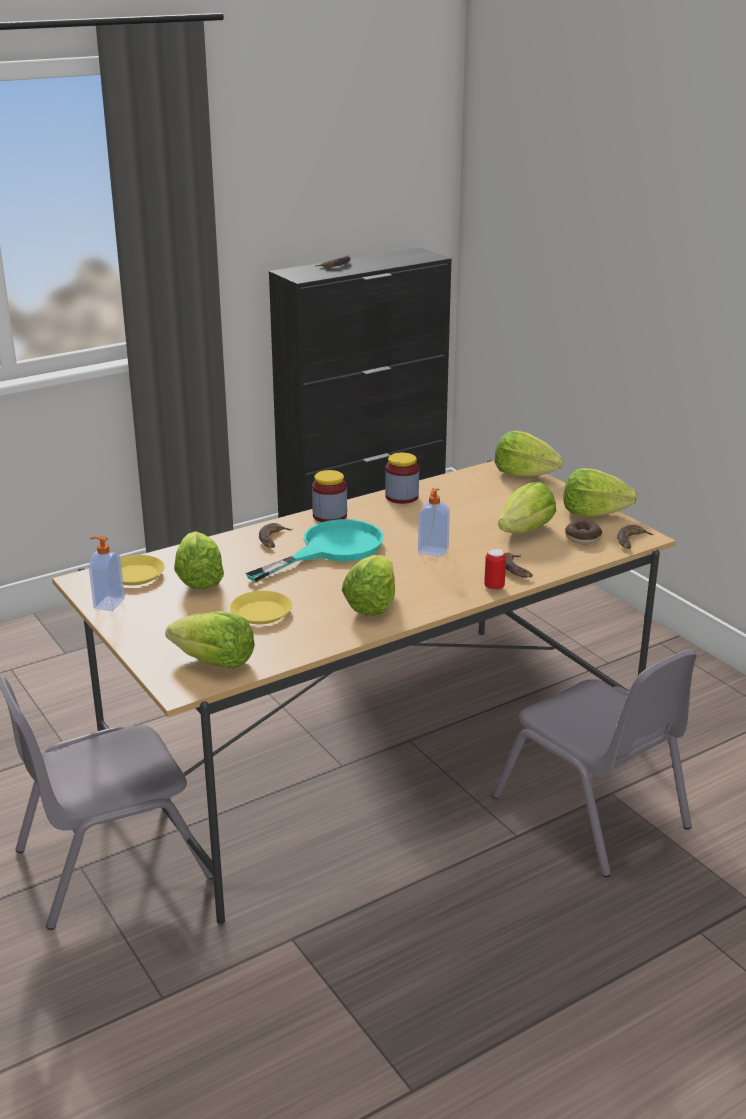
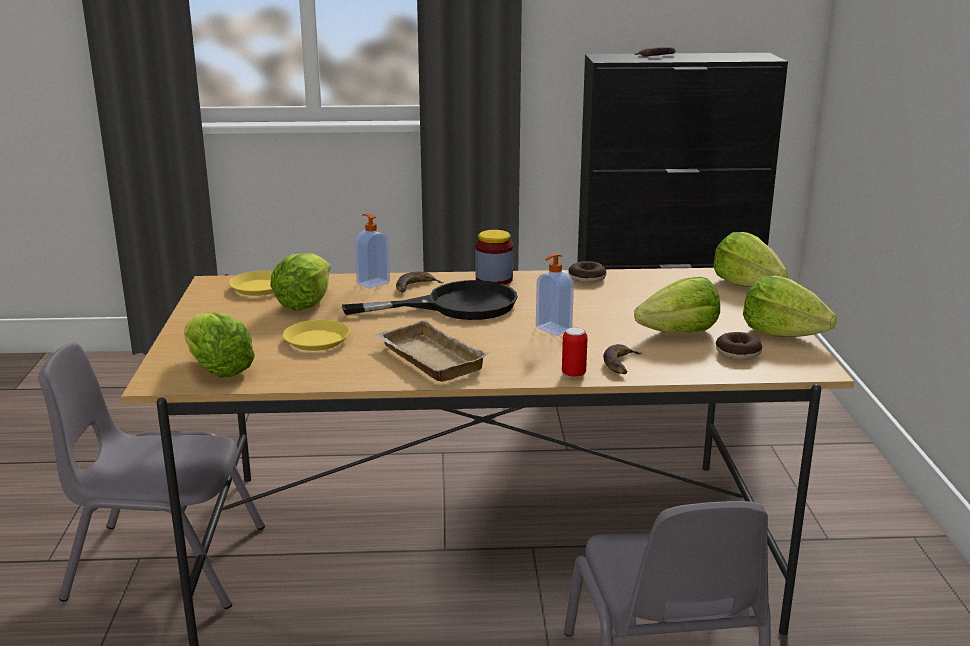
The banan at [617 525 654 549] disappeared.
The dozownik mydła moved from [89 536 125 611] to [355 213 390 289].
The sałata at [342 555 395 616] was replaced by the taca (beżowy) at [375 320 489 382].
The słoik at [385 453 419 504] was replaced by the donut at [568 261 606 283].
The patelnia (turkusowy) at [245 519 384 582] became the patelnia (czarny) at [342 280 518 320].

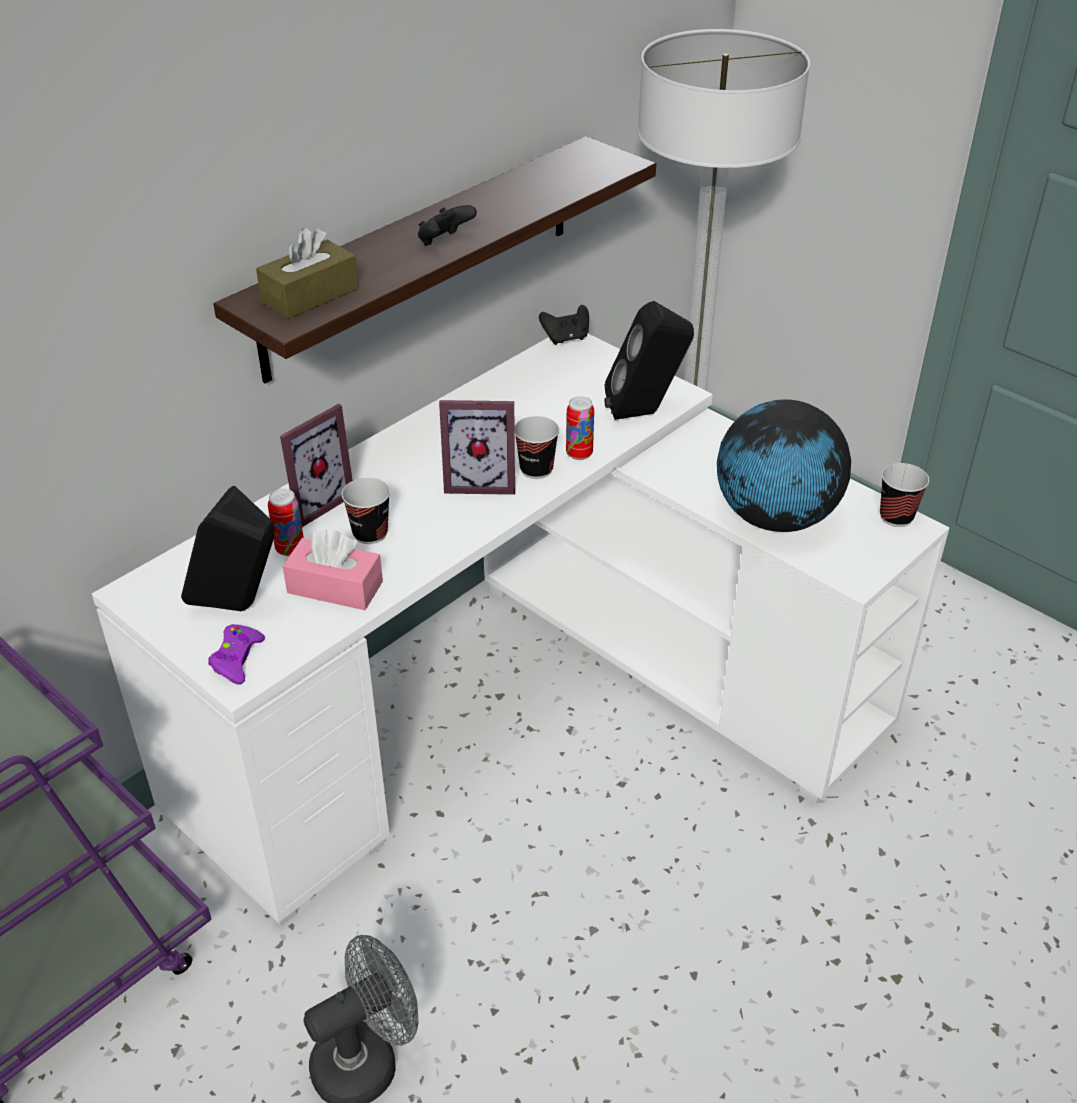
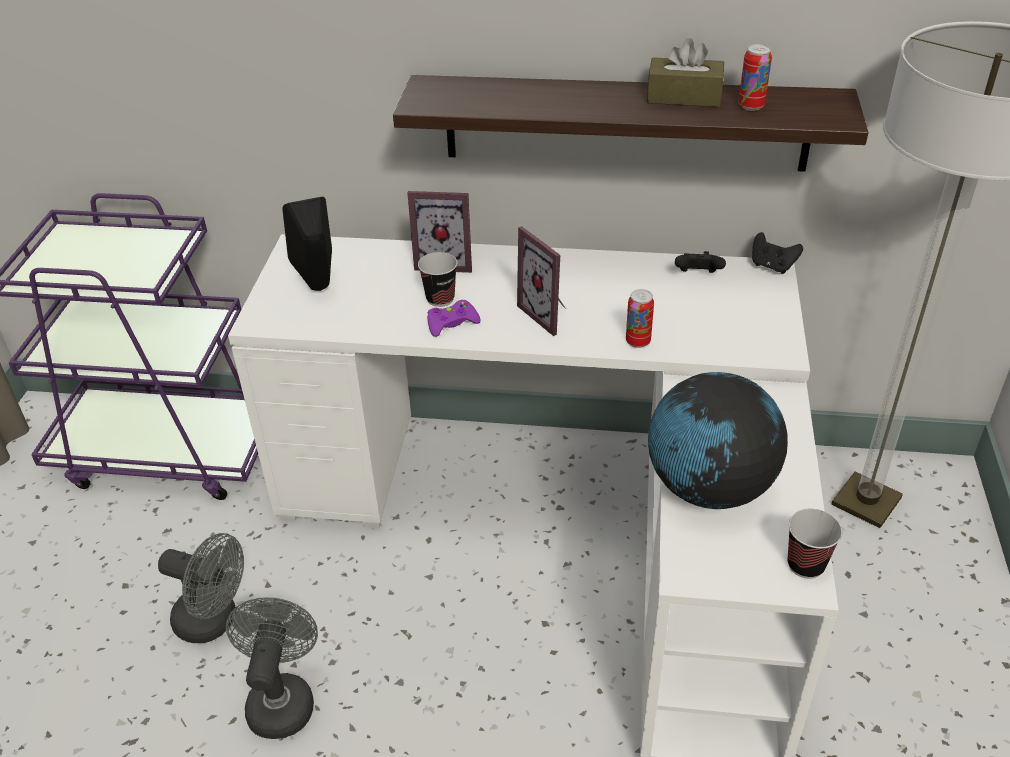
The pudełko chusteczek (różowy) at [283 529 383 610] disappeared.
The filiżanka at [515 416 559 479] disappeared.
The głośnik (czarny) at [605 301 694 420] disappeared.
The wentylator (szary) at [226 597 318 739] appeared.
The pad do gier (fioletowy) moved from [208 624 265 684] to [428 300 481 337].
The pudełko chusteczek (brązowy) moved from [256 228 358 319] to [647 38 724 107].
The puszka moved from [268 488 304 556] to [739 44 772 111].
The pad do gier (czarny) moved from [418 205 477 246] to [675 251 726 273].

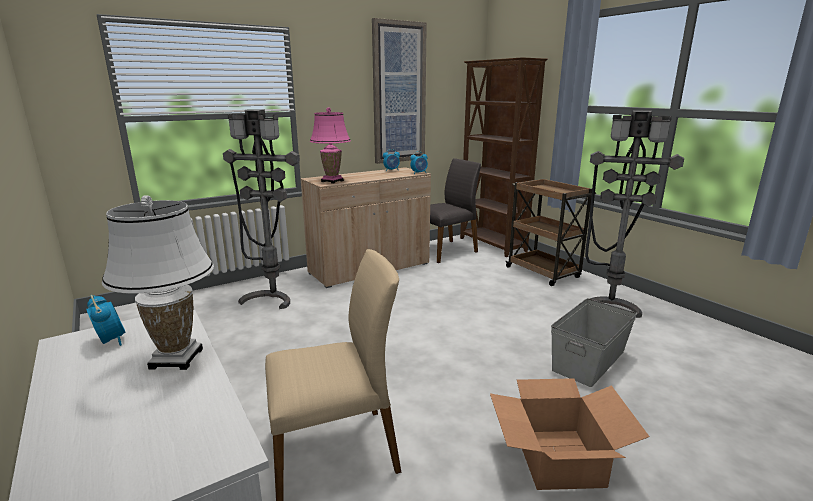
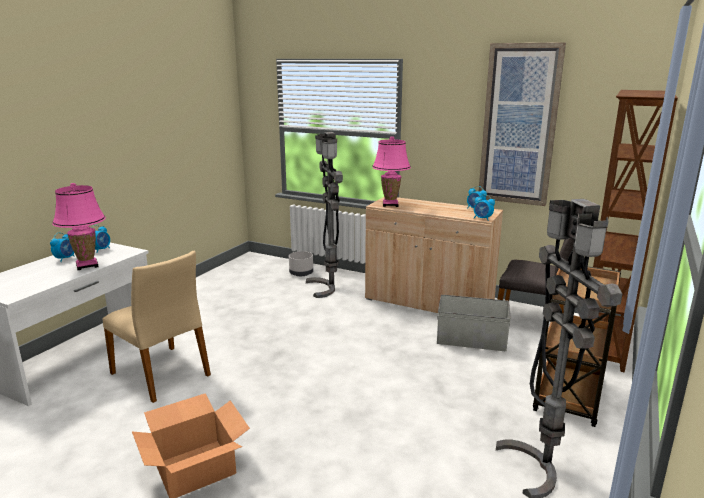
The budzik at [50 233 75 262] appeared.
The donica (szary) at [289 251 313 276] appeared.
The pojemnik do przechowywania (szary) moved from [551 298 637 387] to [437 295 511 351].
The lampa stołowa (biały) at [102 196 214 370] became the lampa stołowa (różowy) at [52 183 106 270].

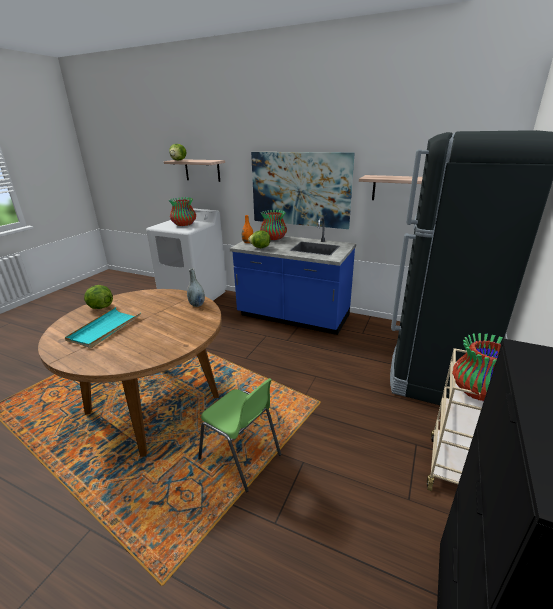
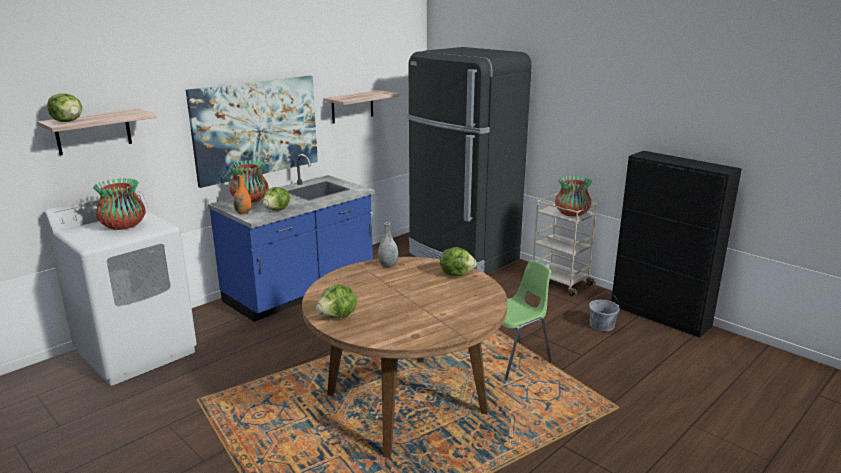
The taca (turkusowy) at [65 307 141 348] disappeared.
The sałata at [440 247 477 276] appeared.
The wiadro (szary) at [589 292 620 331] appeared.

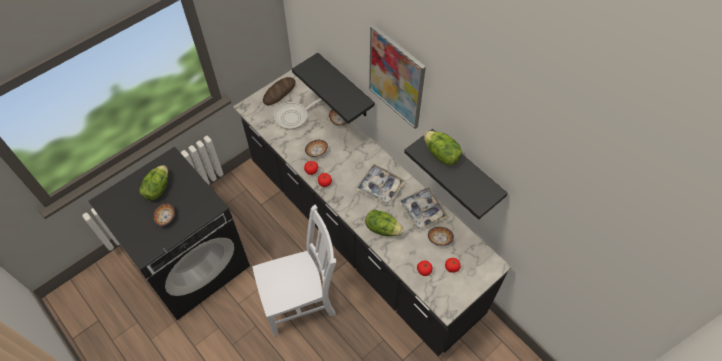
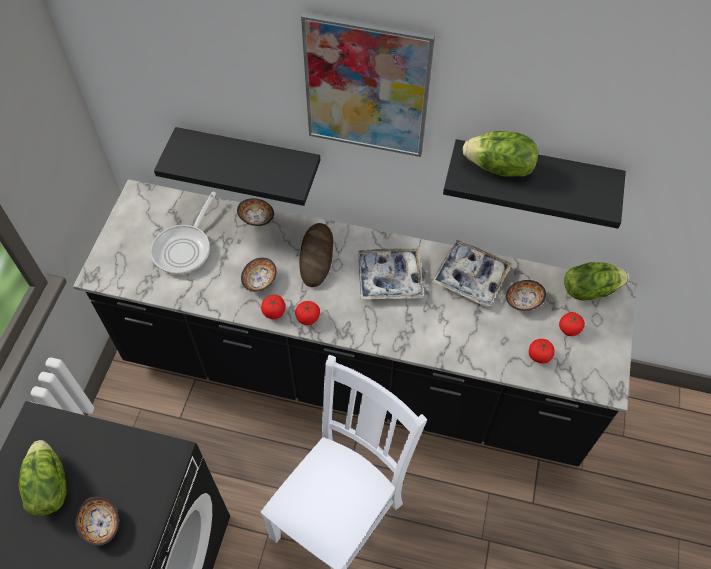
The chleb moved from [263 77 296 105] to [299 223 333 287].
The sałata moved from [365 210 404 236] to [564 262 629 301].

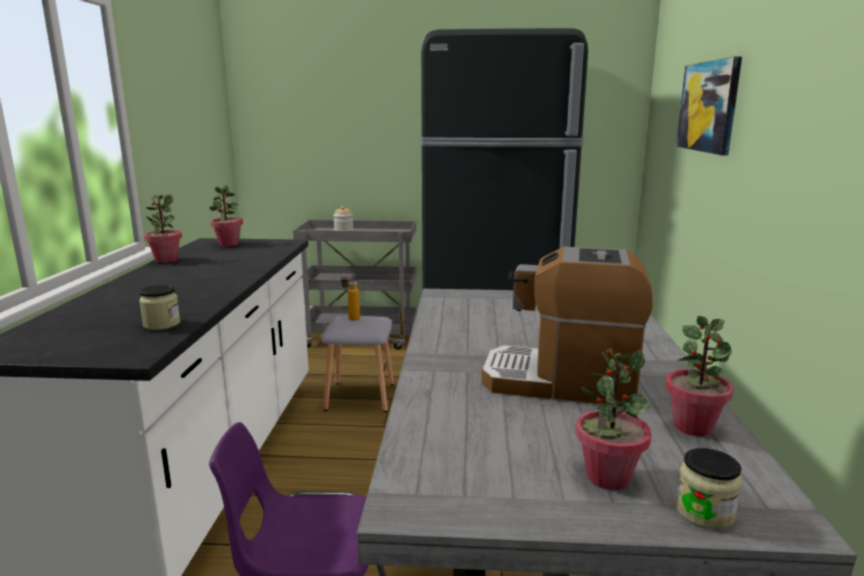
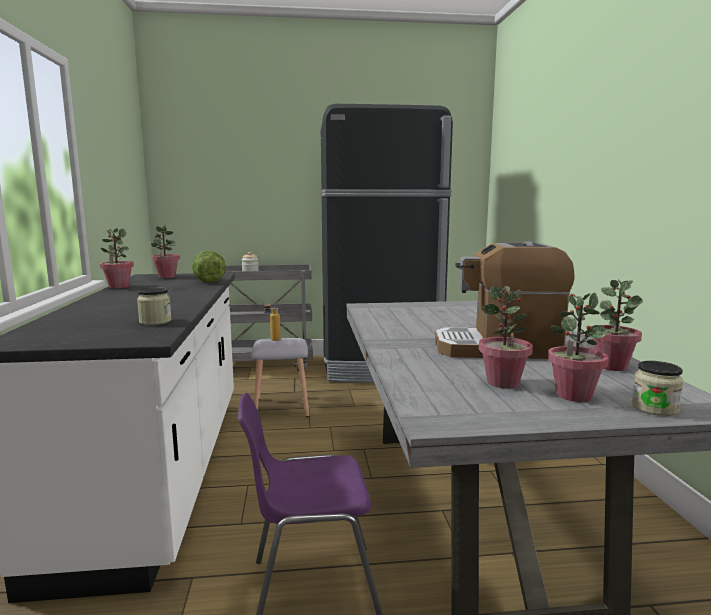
The obraz at [676 57 742 156] disappeared.
The sałata at [192 251 226 282] appeared.
The roślina doniczkowa at [479 286 533 388] appeared.

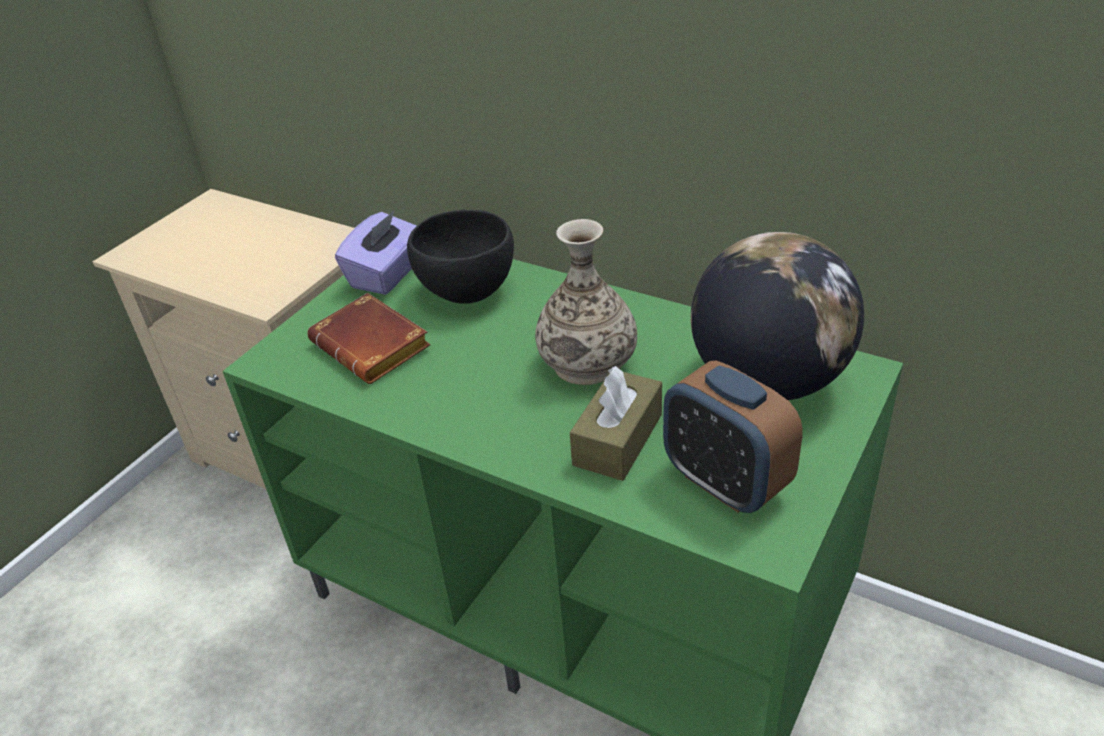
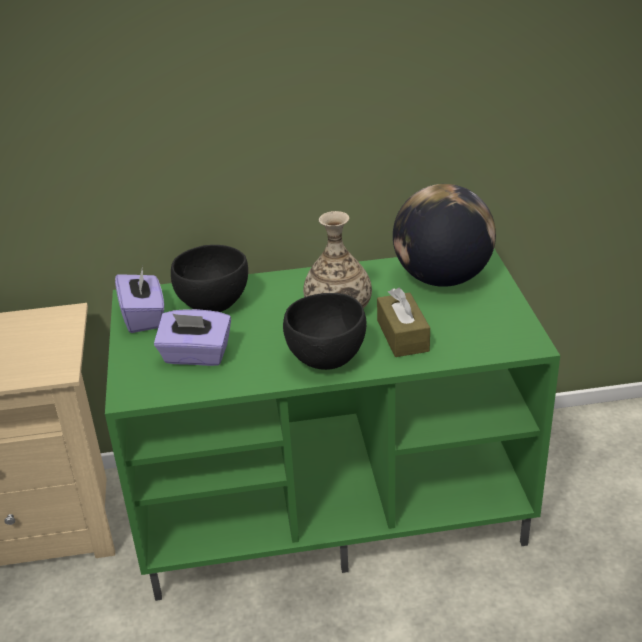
The budzik at [663 360 803 513] disappeared.
The miska (czarny) at [283 293 366 370] appeared.
The książka (brązowy) at [307 293 430 384] was replaced by the pudełko chusteczek (fioletowy) at [154 309 231 366].

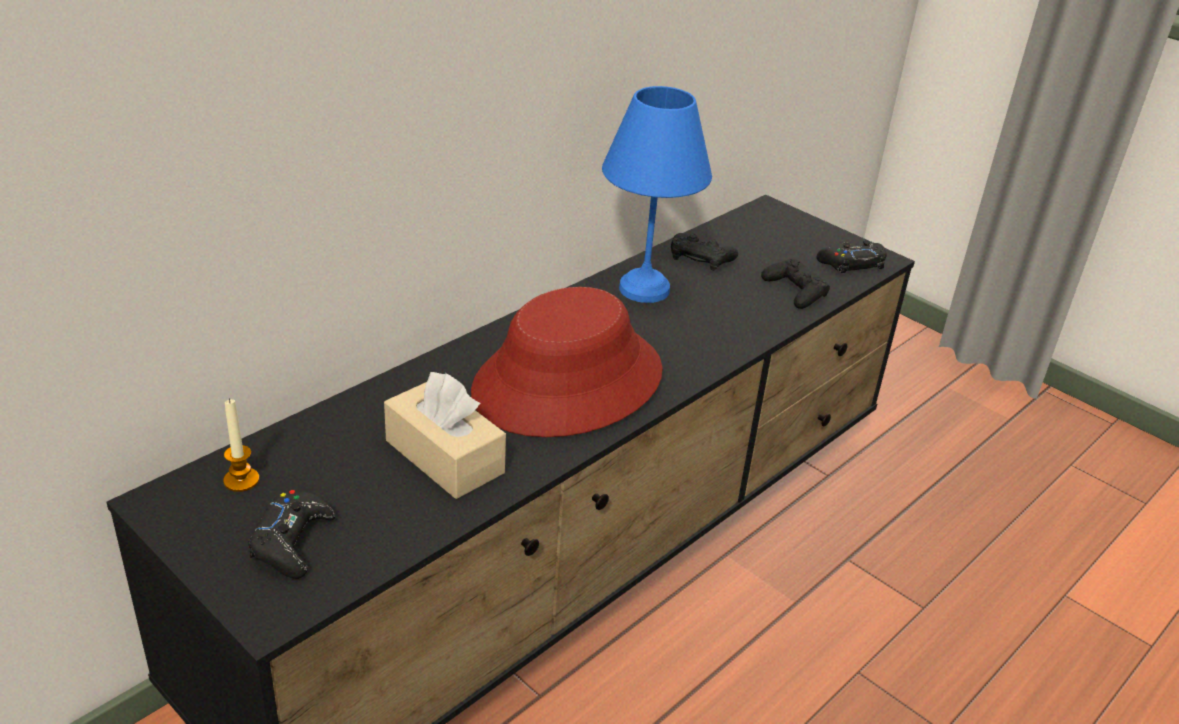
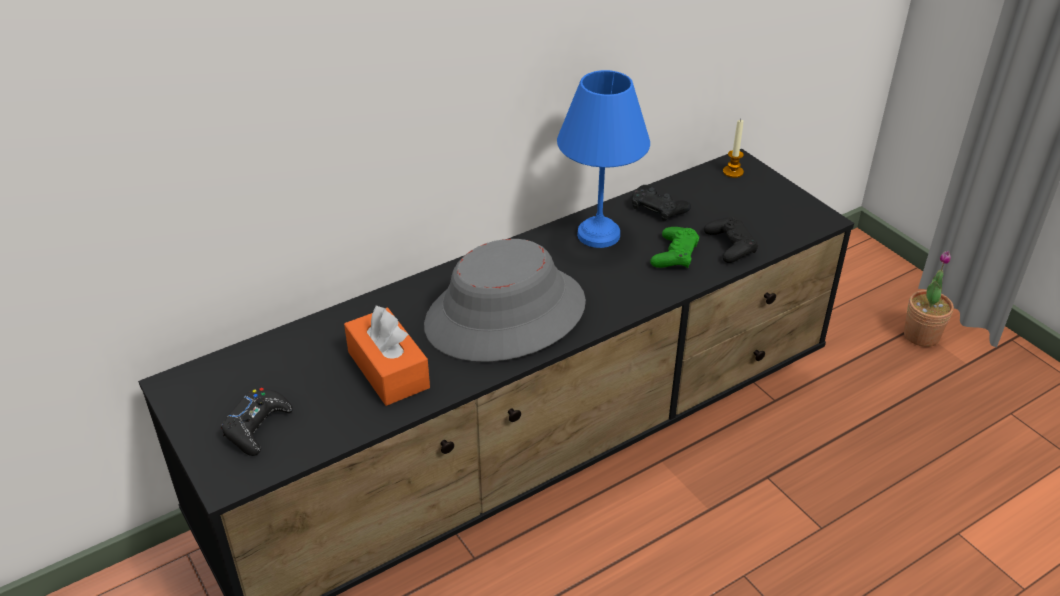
The pad do gier (czarny) at [816 240 887 273] disappeared.
The pad do gier (zielony) at [650 227 699 268] appeared.
The roślina doniczkowa at [904 251 954 347] appeared.
The świeca moved from [223 398 259 492] to [723 119 744 178].
The pudełko chusteczek (beżowy) at [384 372 506 499] became the pudełko chusteczek (pomarańczowy) at [344 305 430 406].
The kapelusz (czerwony) at [471 287 663 437] became the kapelusz (szary) at [424 239 586 362].

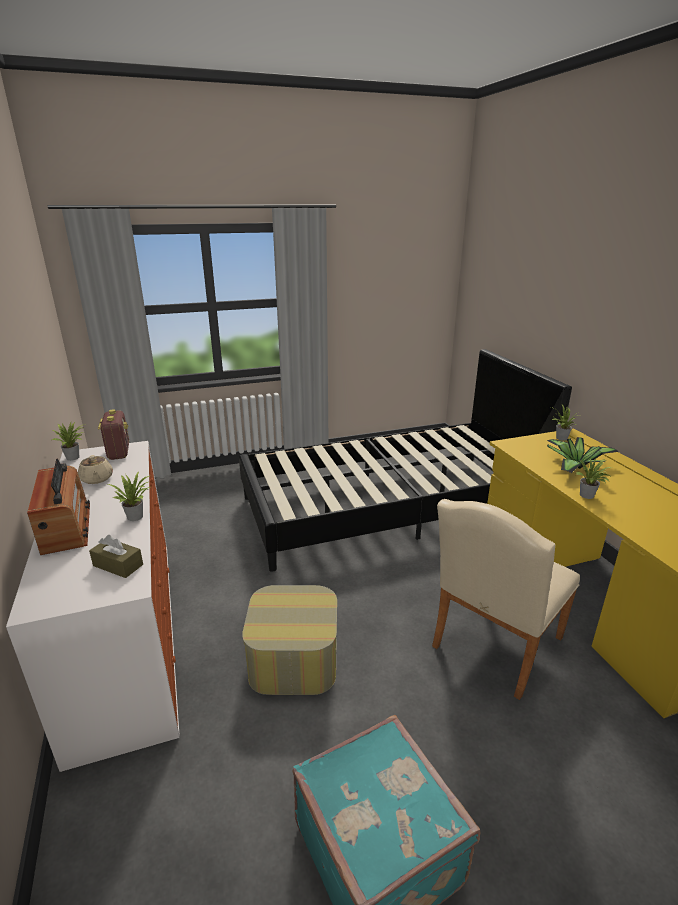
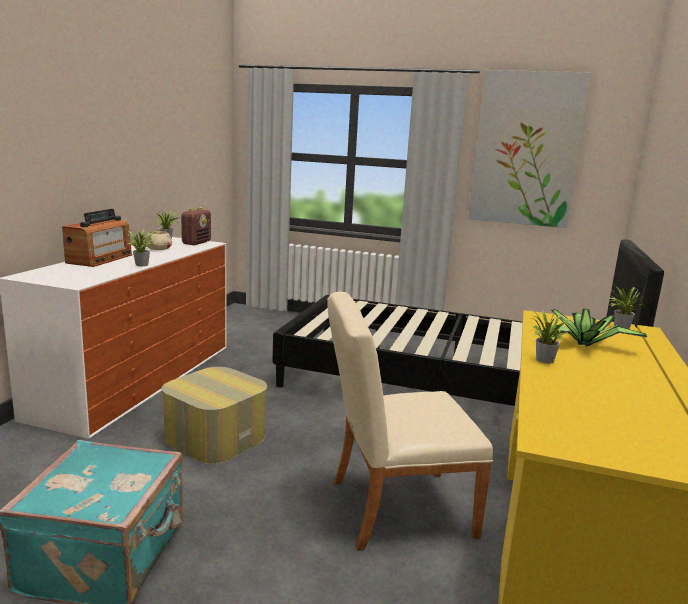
The pudełko chusteczek (brązowy) at [89 535 143 578] disappeared.
The obraz at [468 70 592 228] appeared.

